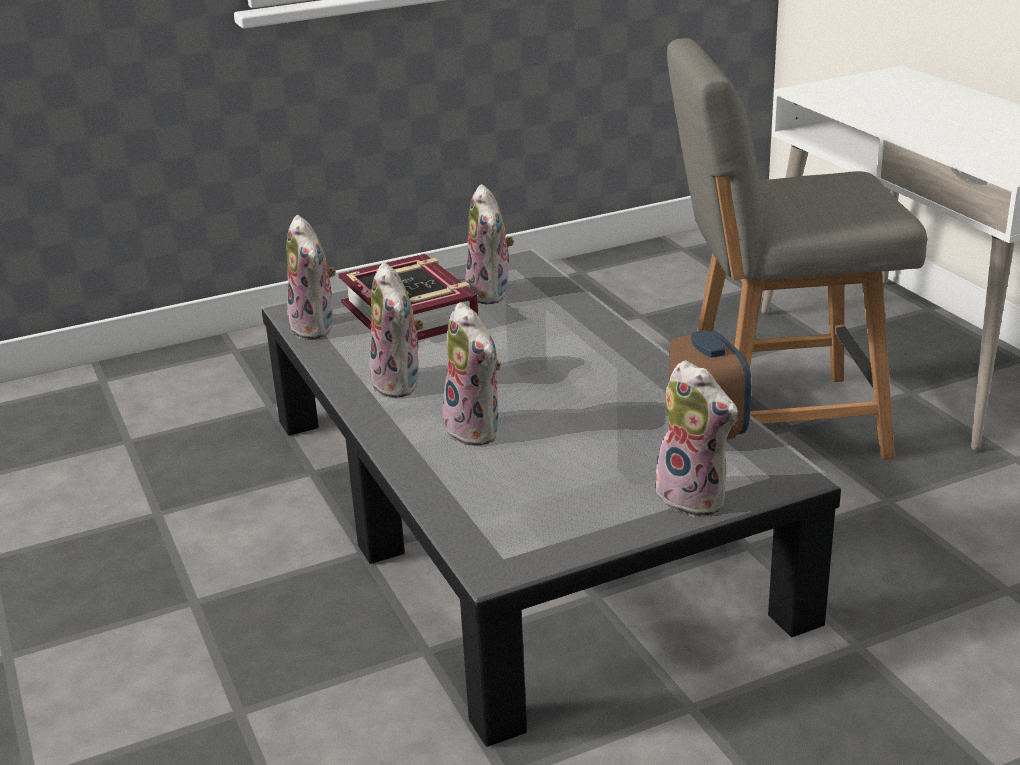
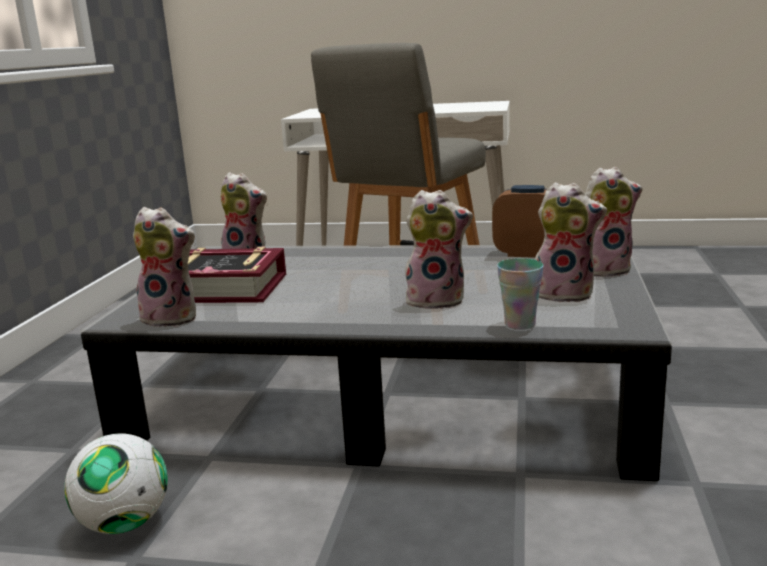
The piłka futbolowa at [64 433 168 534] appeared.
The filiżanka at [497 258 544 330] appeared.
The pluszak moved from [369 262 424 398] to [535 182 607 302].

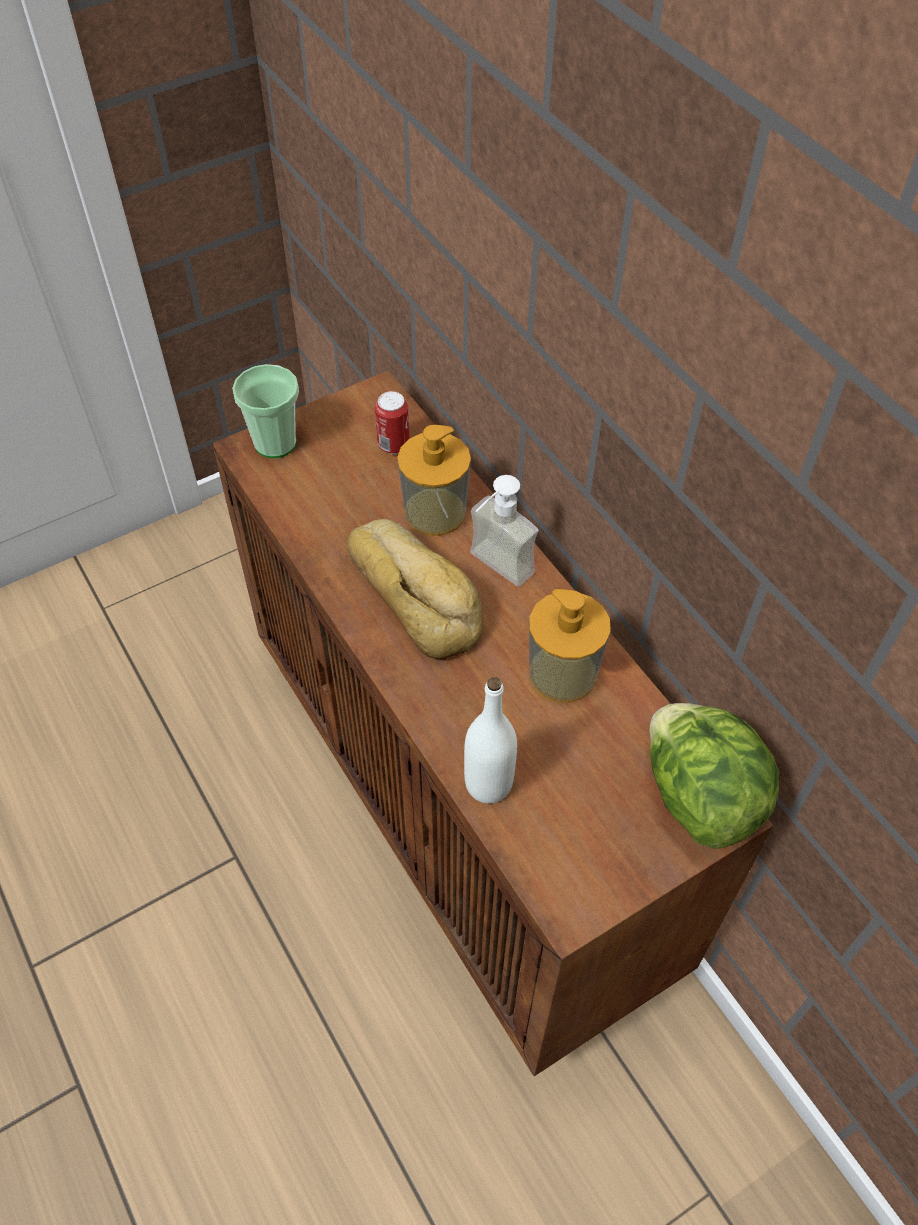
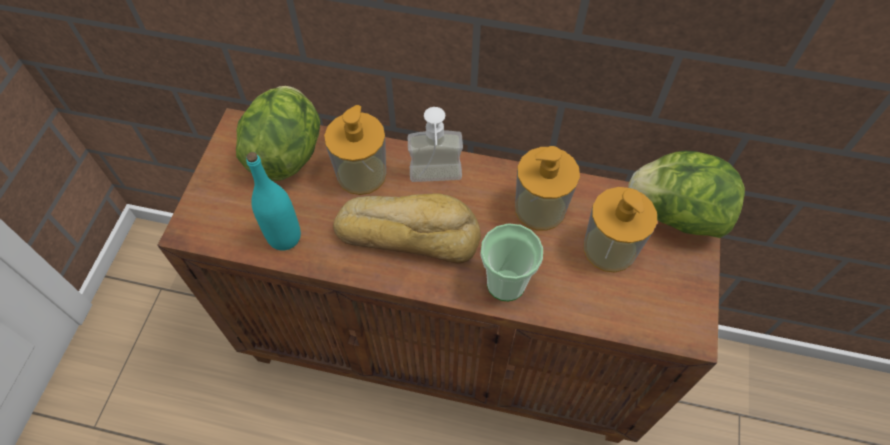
The butelka (biały) at [464 677 517 804] disappeared.
The butelka (turkusowy) at [246 152 301 251] appeared.
The dozownik mydła at [584 187 657 272] appeared.
The filiżanka moved from [232 364 299 458] to [481 223 543 301].
The puszka at [375 391 410 454] was replaced by the sałata at [236 86 320 181].

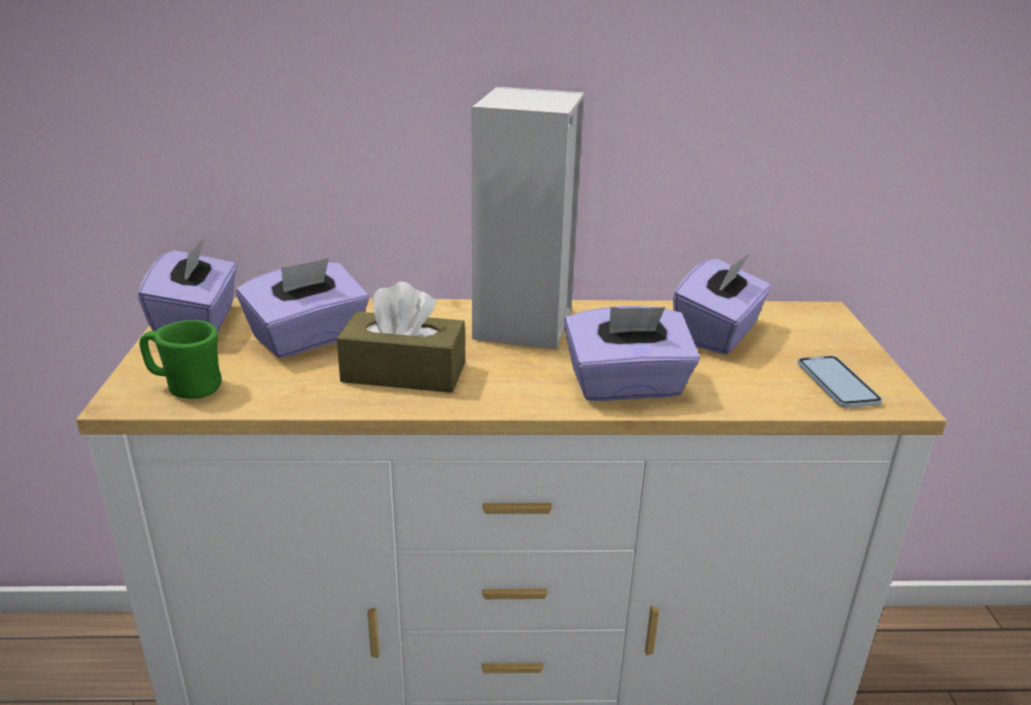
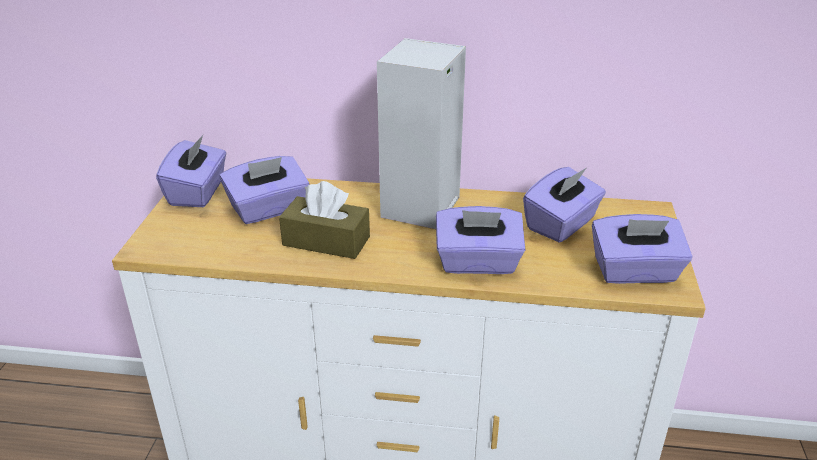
The kubek (zielony) at [140 320 222 399] disappeared.
The telefon at [798 356 882 408] was replaced by the pudełko chusteczek (fioletowy) at [592 214 692 284].

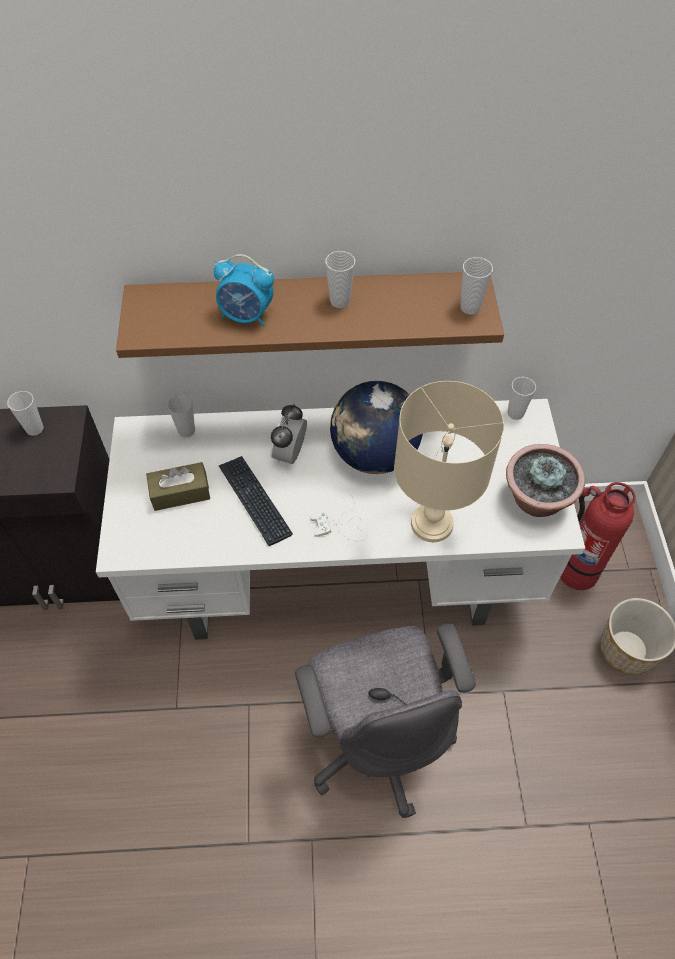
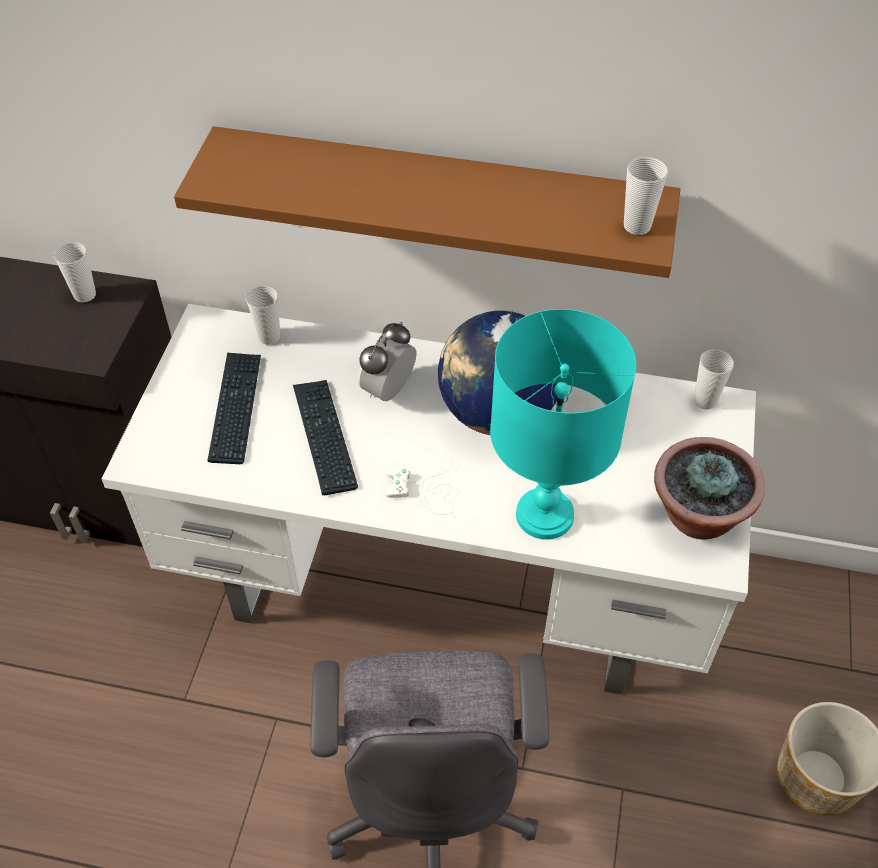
The budzik at [214 254 274 327] disappeared.
The filiżanka at [325 251 355 308] disappeared.
The gaśnica at [560 482 636 590] disappeared.
The pudełko chusteczek (brązowy) at [146 462 210 511] was replaced by the klawiatura at [208 353 261 464].
The lampa stołowa (beżowy) at [394 381 504 542] became the lampa stołowa (turkusowy) at [490 309 636 540].

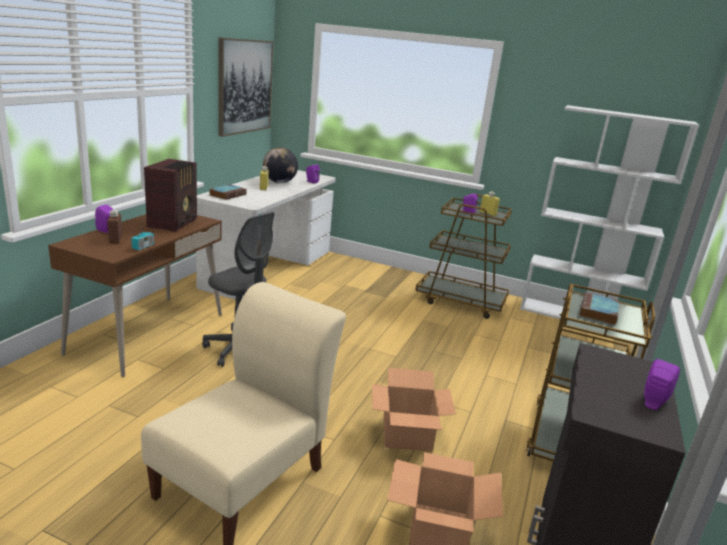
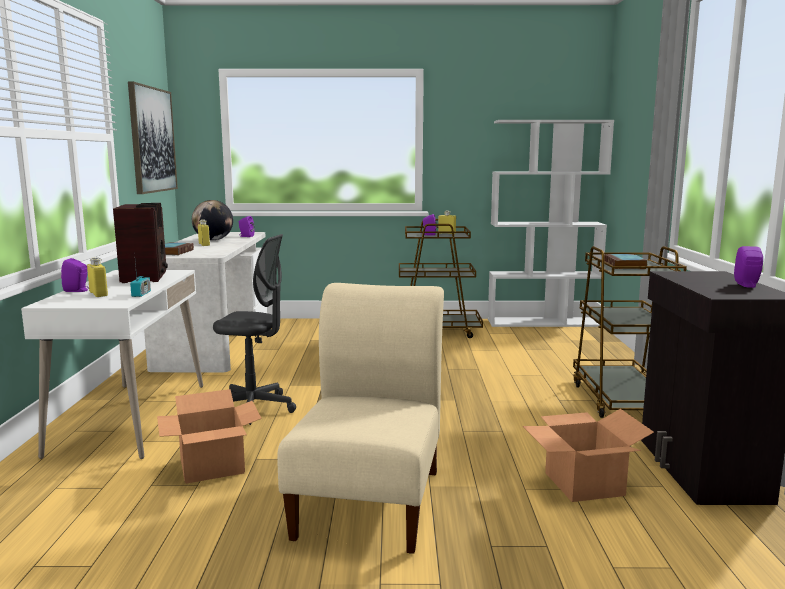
The karton moved from [372 368 456 452] to [157 389 262 484].
The biurko (brązowy) at [48 214 222 377] became the biurko (biały) at [21 270 203 459].
The butelka (brązowy) at [107 210 122 243] became the butelka (żółty) at [87 257 108 297].

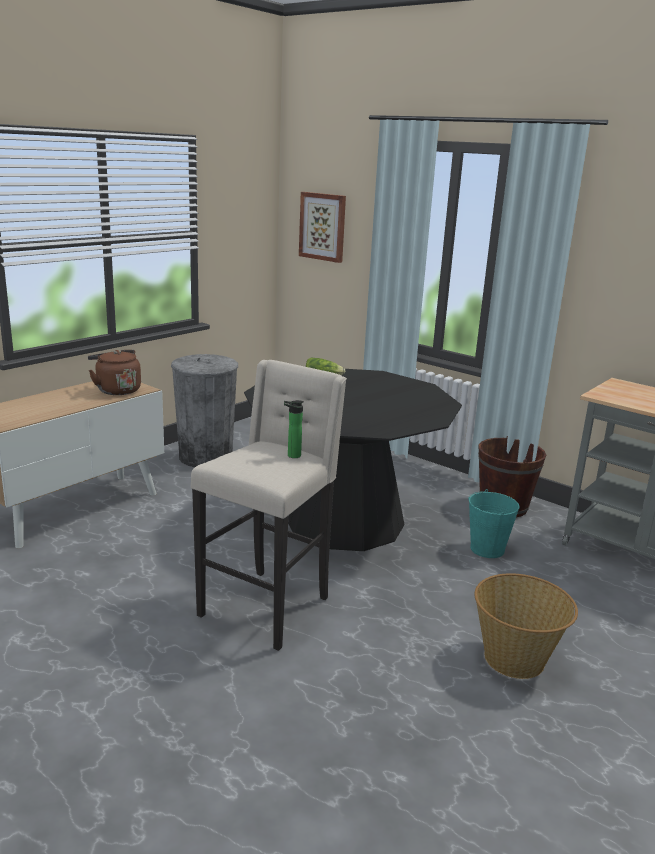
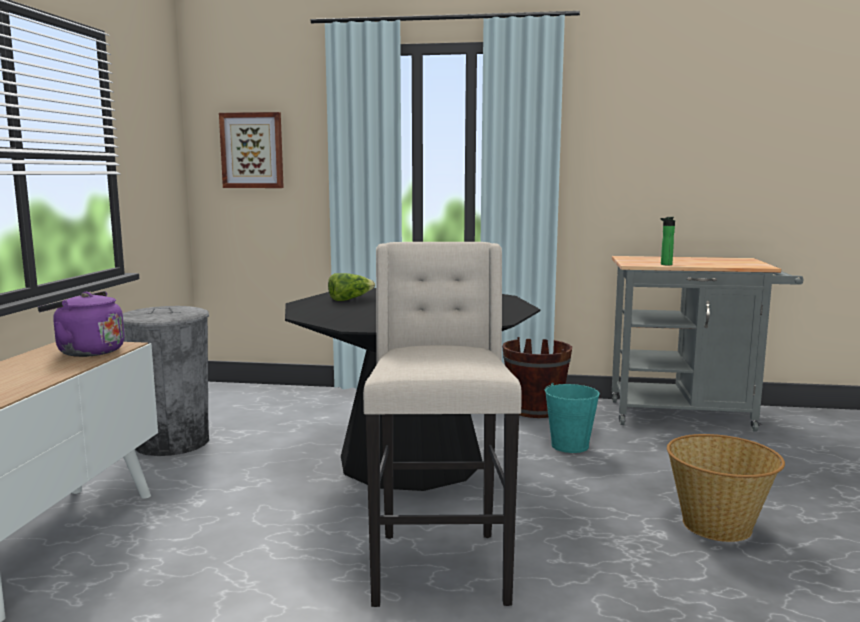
The butelka moved from [284 400 304 458] to [660 217 675 265].
The czajnik (brązowy) at [88 350 141 395] became the czajnik (fioletowy) at [38 291 124 357].

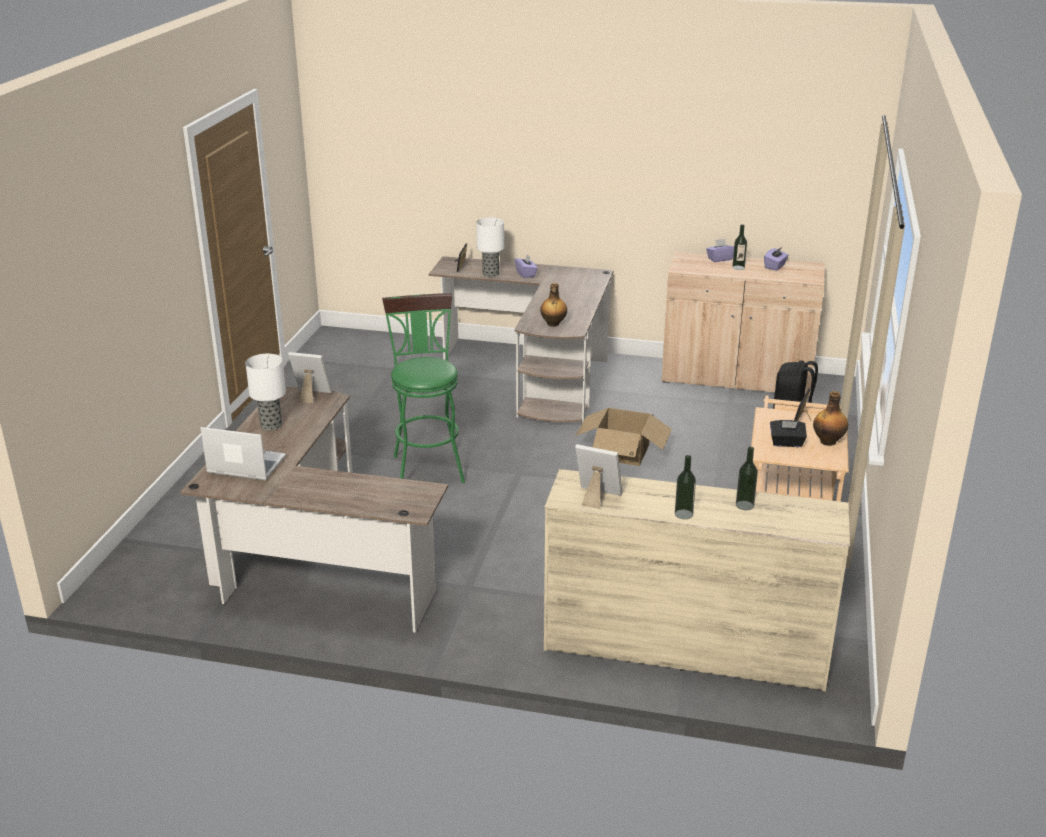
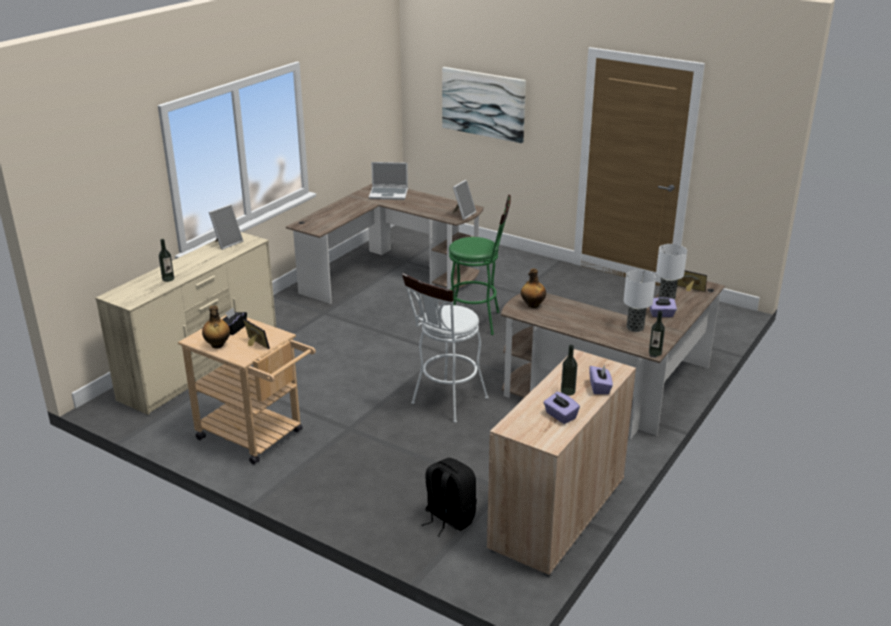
The obraz at [442 67 526 143] appeared.
The lampa stołowa moved from [245 354 286 431] to [624 270 656 332].
The butelka moved from [675 455 696 519] to [649 311 665 356].
The karton at [575 408 672 466] was replaced by the stołek (biały) at [402 273 489 423].
The laptop at [200 427 286 480] turned 60 degrees clockwise.

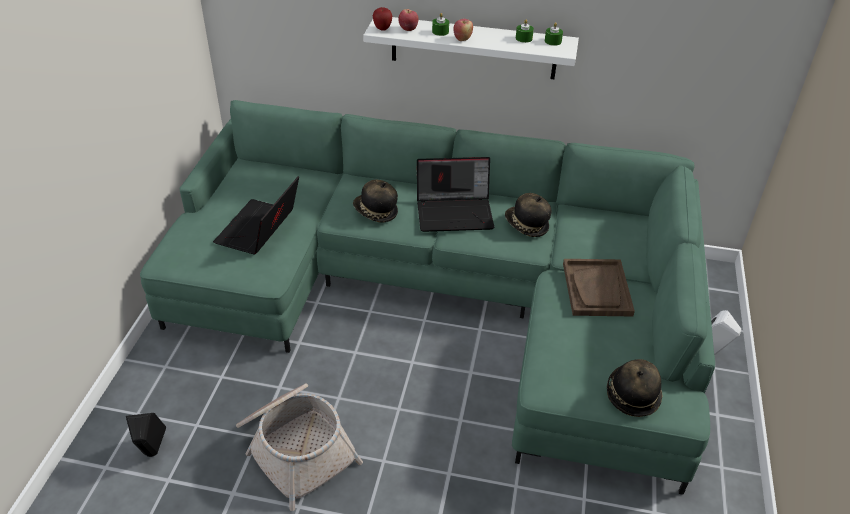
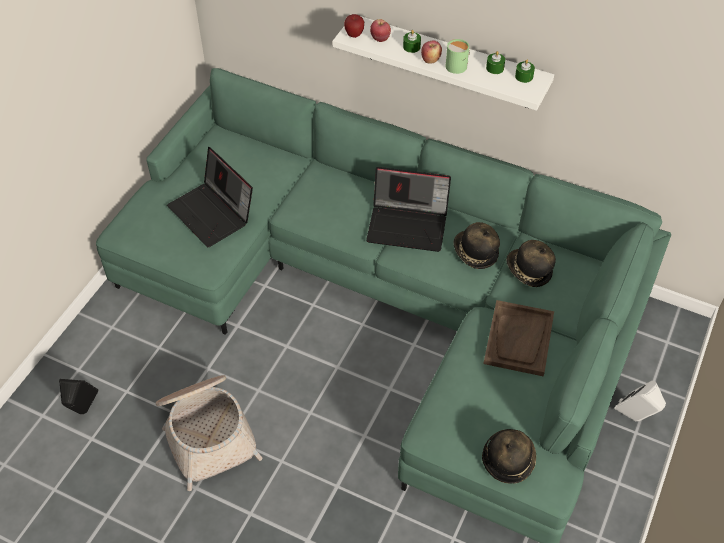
The kubek (zielony) at [446 39 470 74] appeared.
The kapelusz moved from [353 180 398 222] to [506 240 556 287].
The laptop at [213 176 299 255] turned 75 degrees counterclockwise.

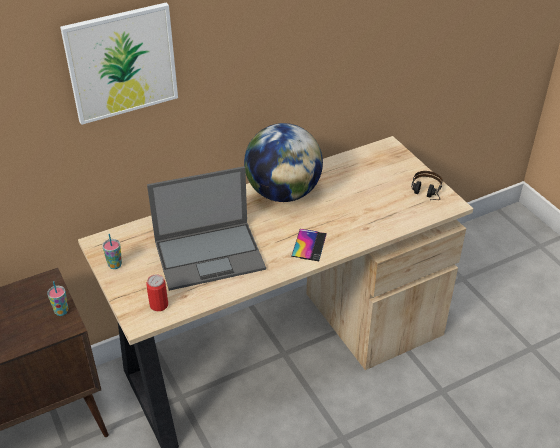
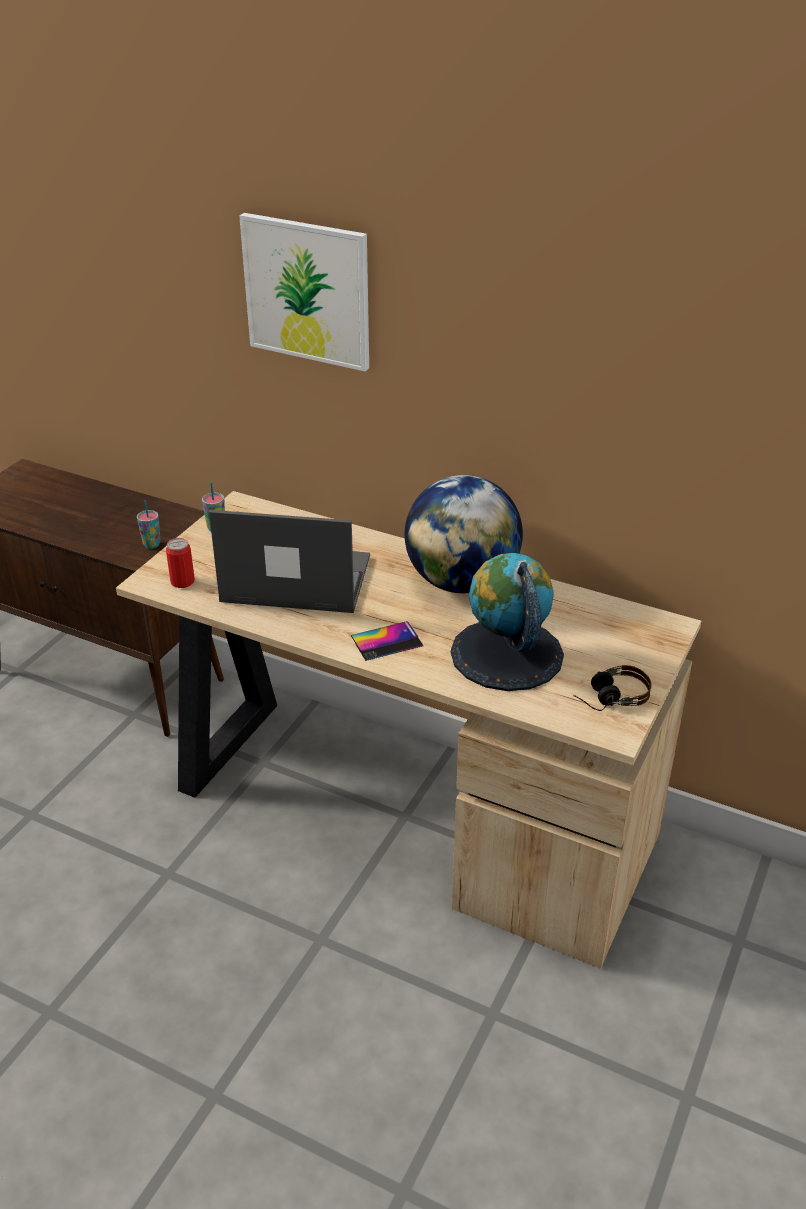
The globus at [451 553 564 691] appeared.
The laptop at [147 166 266 291] turned 150 degrees clockwise.

